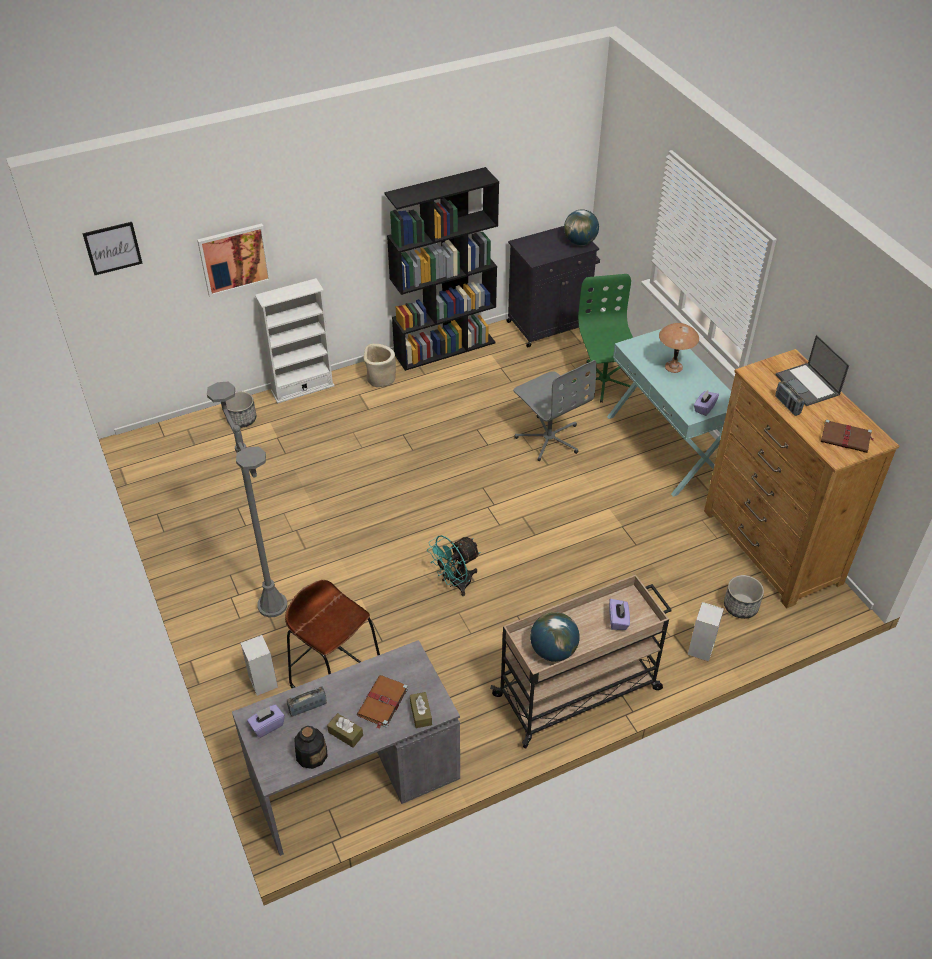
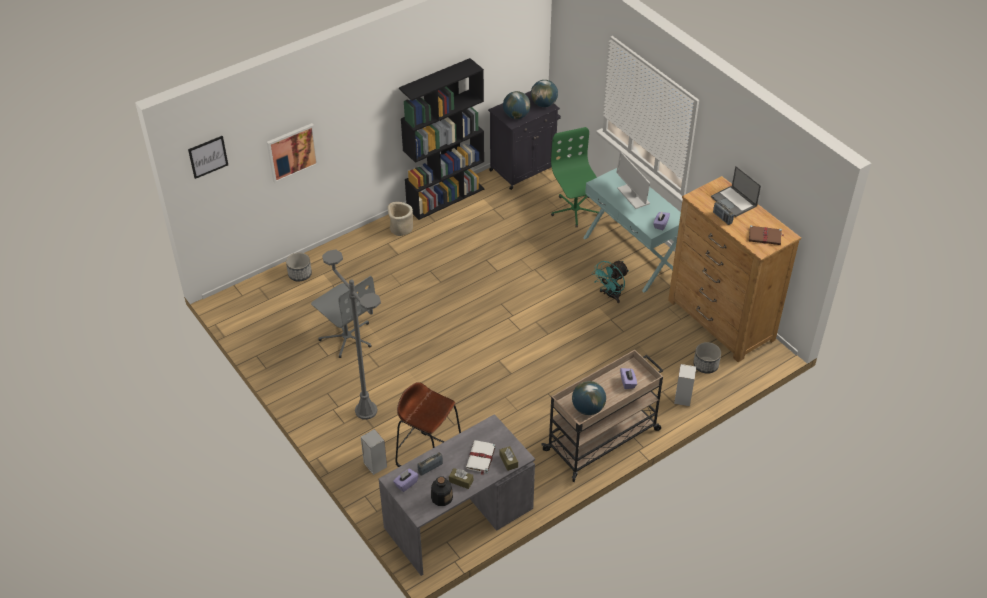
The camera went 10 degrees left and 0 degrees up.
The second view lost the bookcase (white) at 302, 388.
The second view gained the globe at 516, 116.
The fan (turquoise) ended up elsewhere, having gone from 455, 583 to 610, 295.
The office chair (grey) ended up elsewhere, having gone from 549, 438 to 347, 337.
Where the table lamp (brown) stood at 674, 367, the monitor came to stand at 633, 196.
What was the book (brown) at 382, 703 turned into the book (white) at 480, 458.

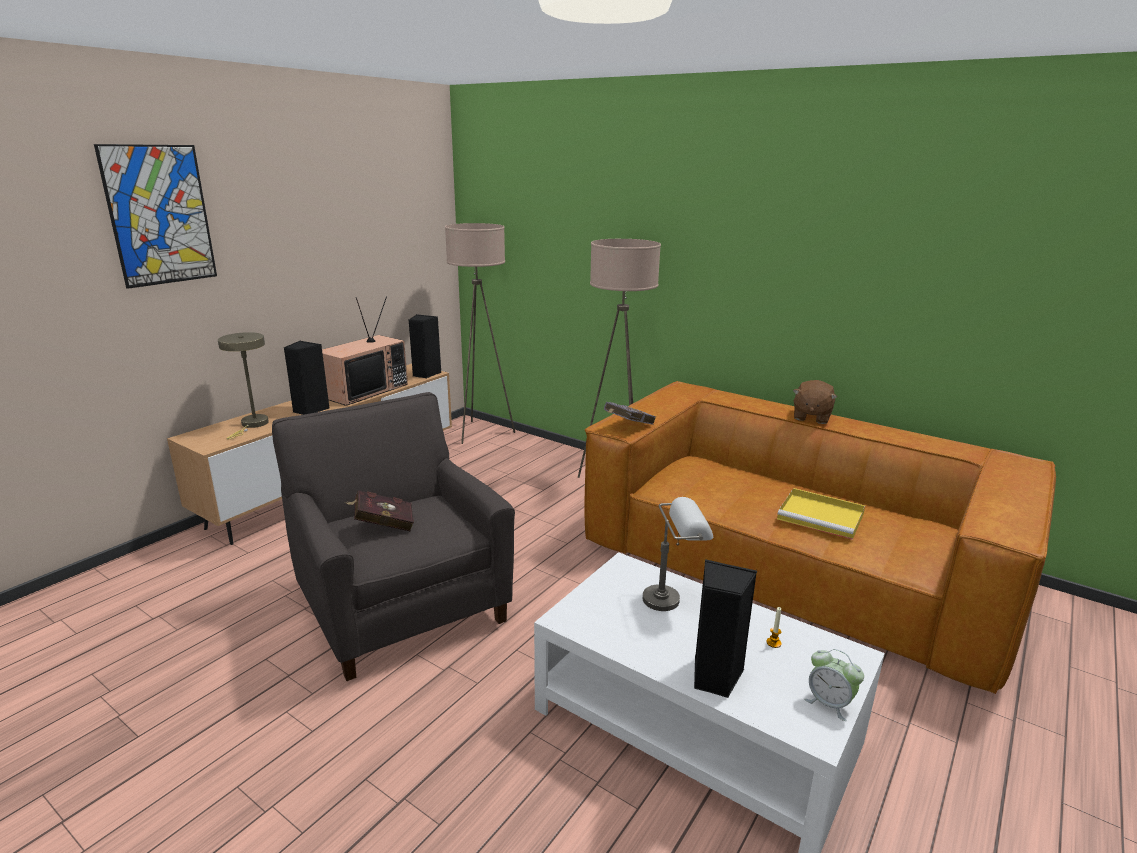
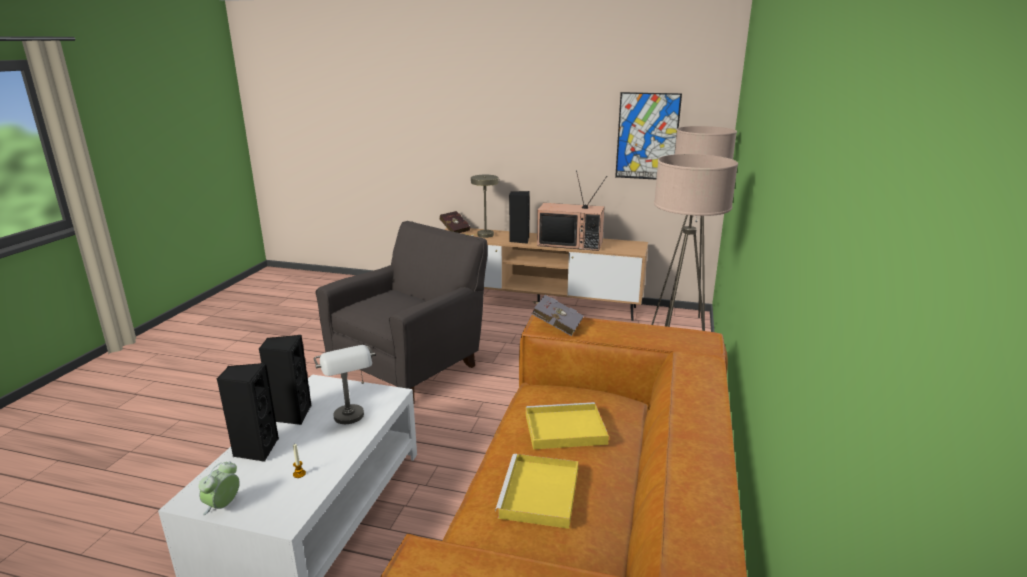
The camera went 70 degrees right and 0 degrees up.
The second view lost the plush toy (brown) at 811, 417.
The second view gained the tray (yellow) at 563, 429.
The picture ended up elsewhere, having gone from 160, 215 to 647, 136.
The book (red) ended up elsewhere, having gone from 382, 524 to 454, 230.
The speaker (black) ended up elsewhere, having gone from 425, 374 to 291, 415.

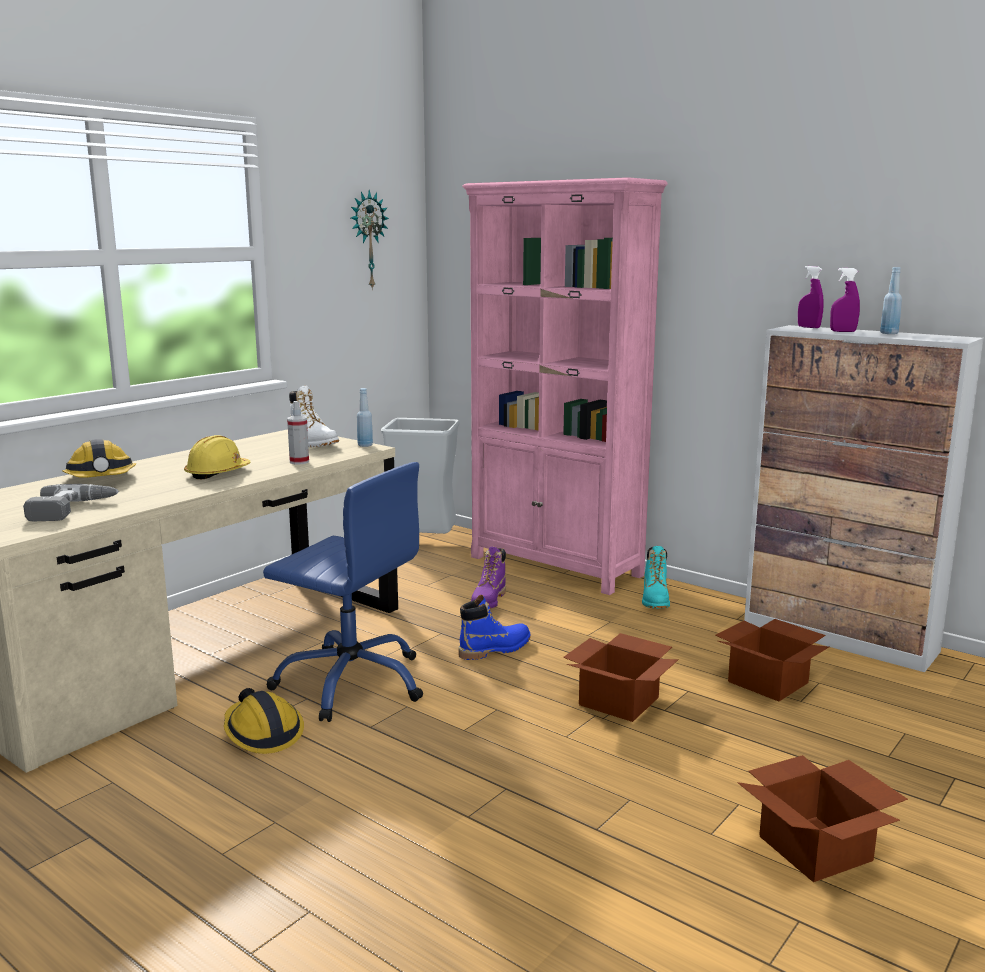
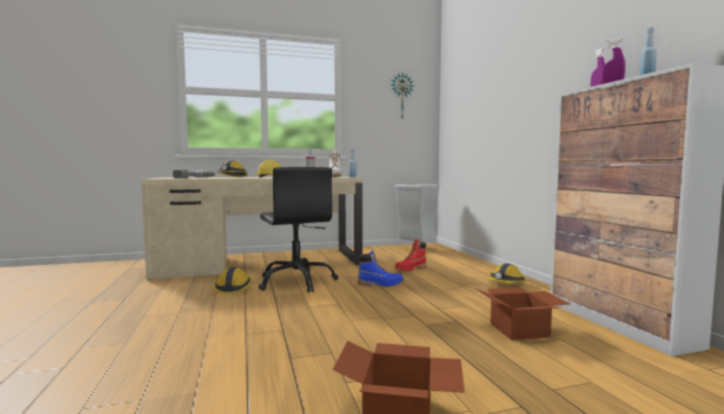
The camera went 35 degrees right and 10 degrees down.
The second view lost the bookcase (pink) at 556, 566.
The second view lost the cardboard box at 621, 701.
Where the boot (turquoise) stood at 655, 600, the hard hat came to stand at 506, 284.
What was the office chair (blue) at 352, 682 turned into the office chair (black) at 297, 281.
What was the boot (purple) at 488, 601 turned into the boot (red) at 410, 269.

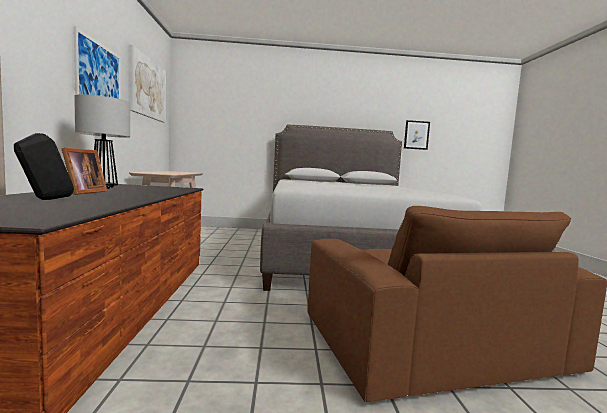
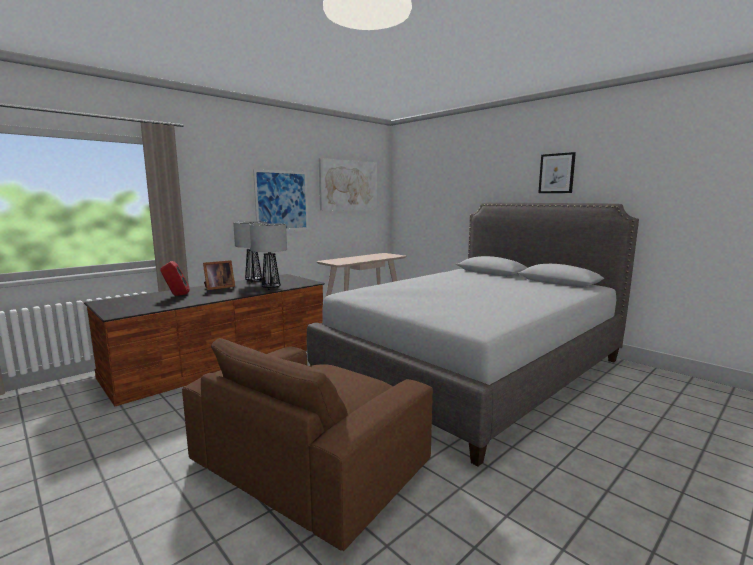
The camera went 50 degrees right and 5 degrees up.
The second view gained the table lamp at 270, 288.
The picture ended up elsewhere, having gone from 416, 135 to 556, 173.
What was the speaker (black) at 44, 200 turned into the speaker (red) at 176, 295.

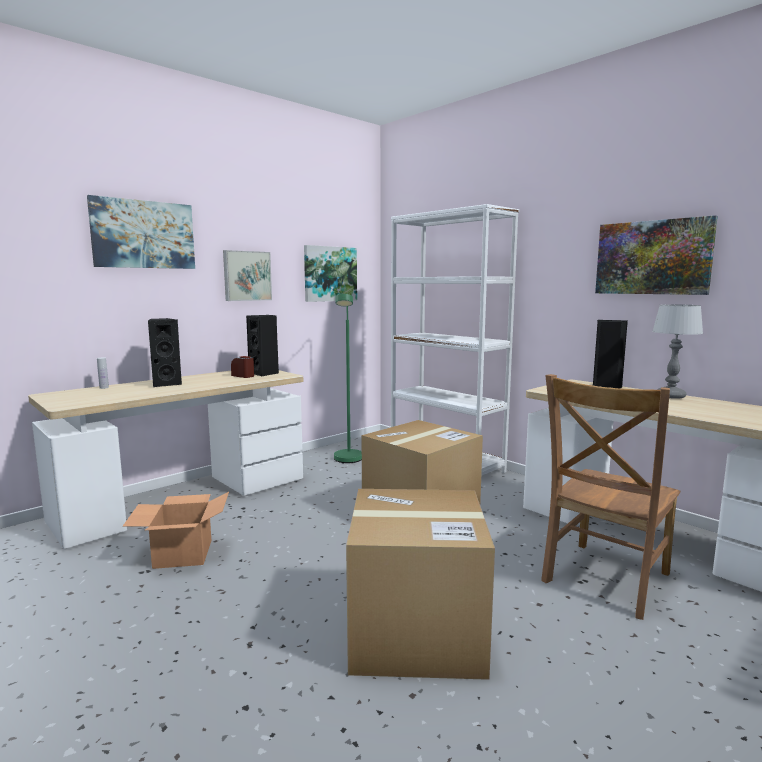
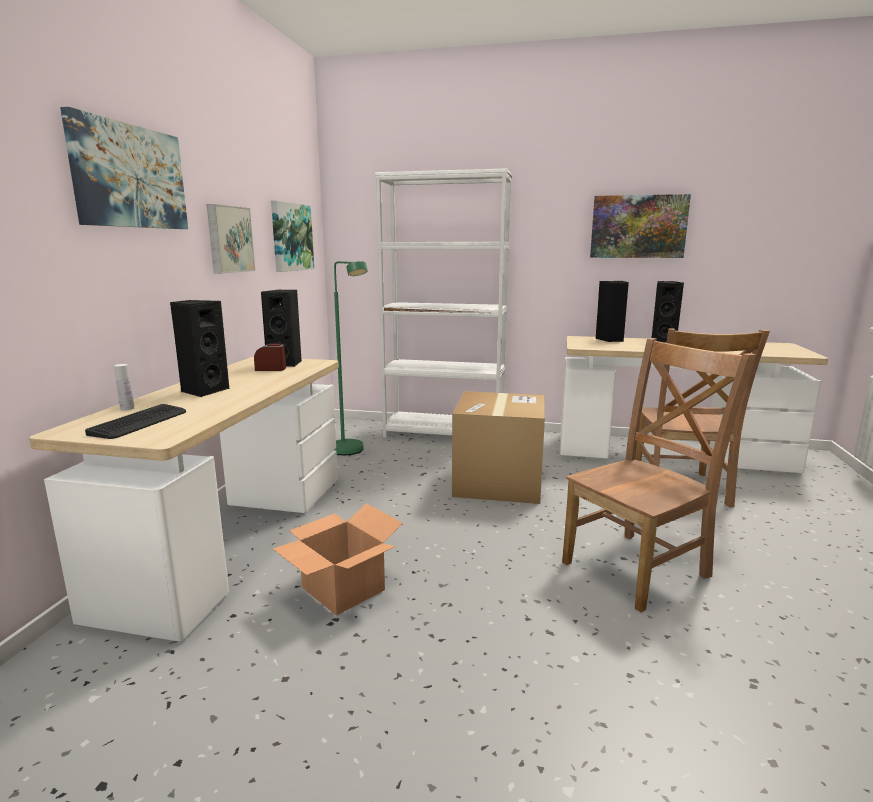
The camera went 35 degrees left and 5 degrees up.
The second view gained the keyboard at 140, 422.
Where the cardboard box stood at 416, 631, the chair (brown) came to stand at 639, 567.
Where the table lamp stood at 671, 396, the speaker (black) came to stand at 662, 340.

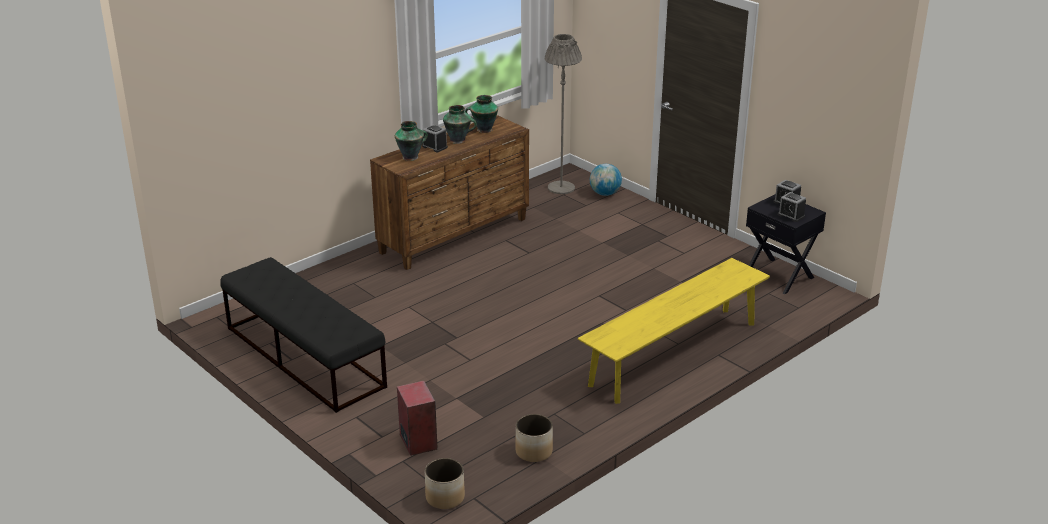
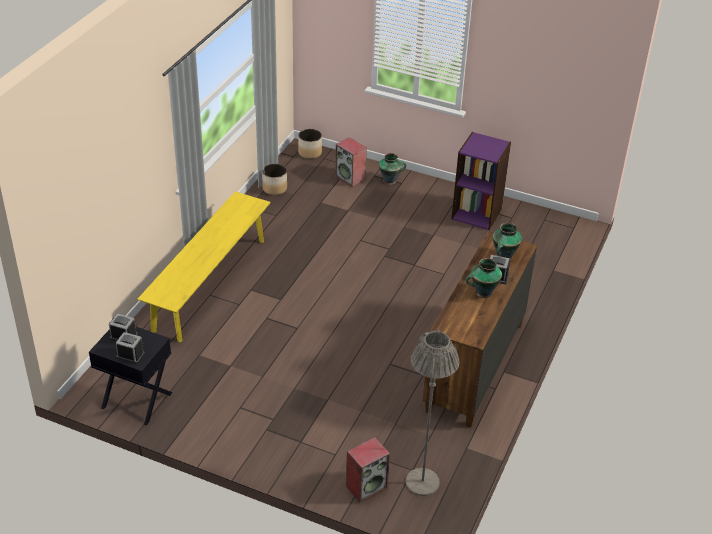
The camera went 155 degrees right and 10 degrees up.
The vase ended up elsewhere, having gone from 483, 130 to 390, 180.
Where the bench (black) stood at 304, 356, the bookcase (purple) came to stand at 477, 213.
Where the globe stood at 605, 194, the speaker came to stand at 366, 486.

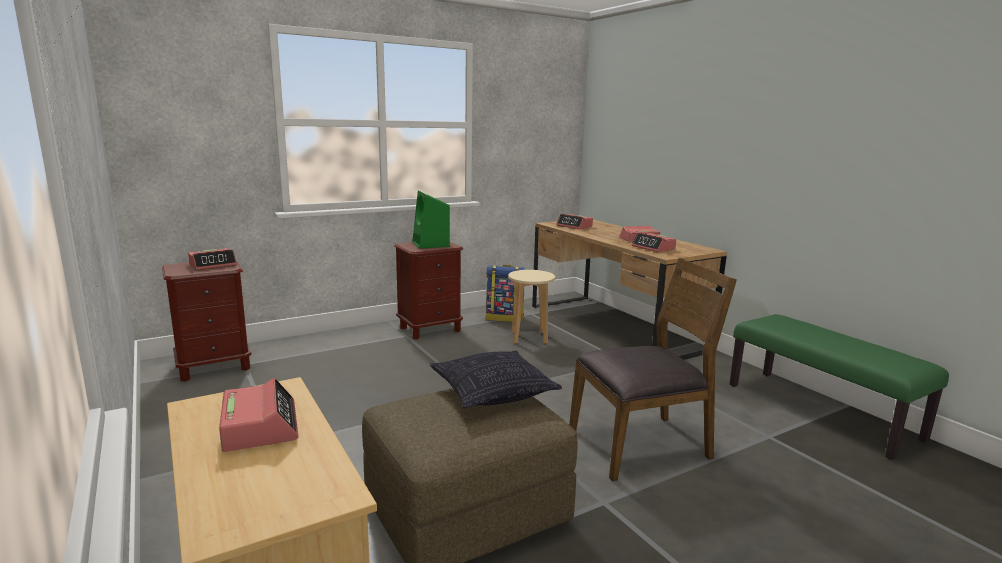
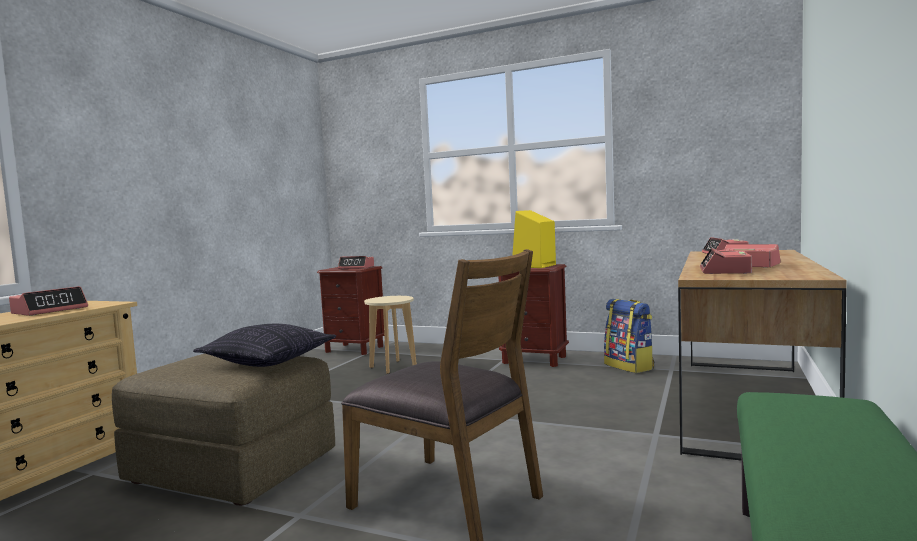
The camera went 55 degrees right and 10 degrees down.
The stool (beige) ended up elsewhere, having gone from 529, 338 to 393, 367.
What was the speaker (green) at 431, 244 turned into the speaker (yellow) at 533, 266.

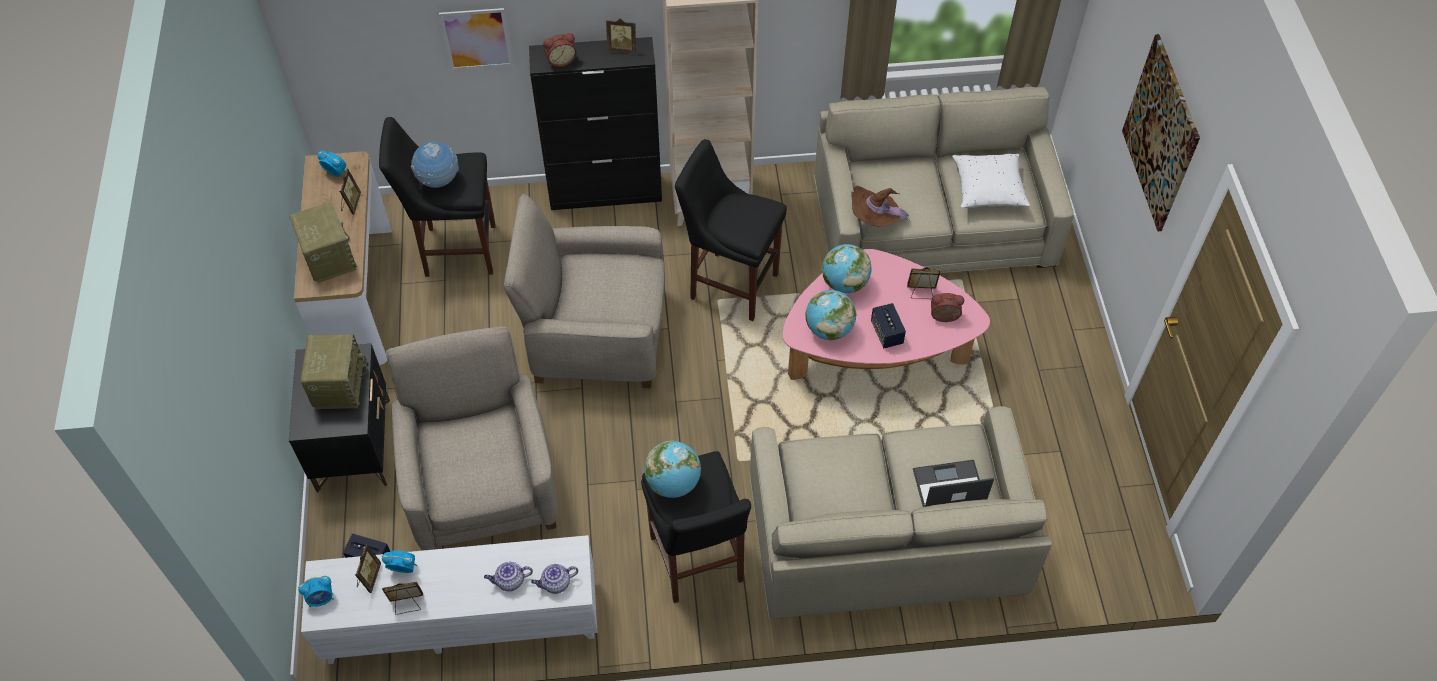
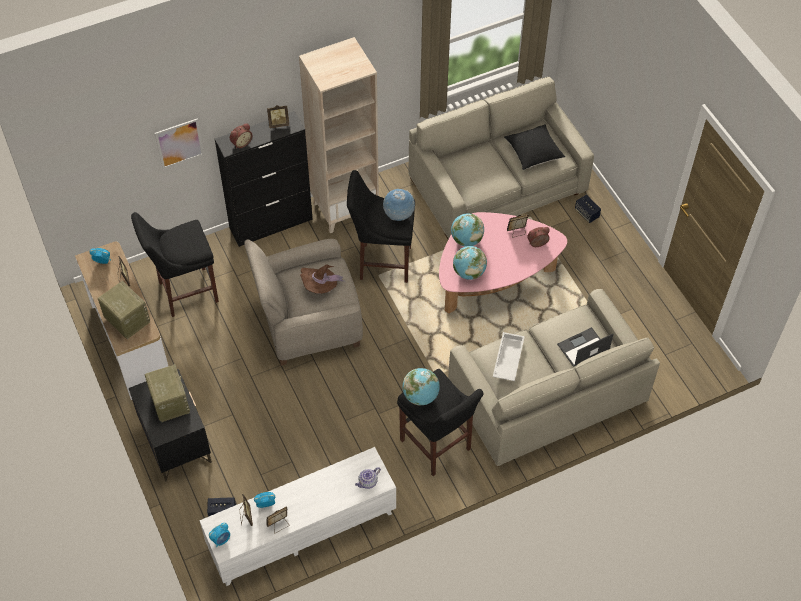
The camera went 20 degrees left and 0 degrees up.
The second view lost the armchair (beige) at 483, 486.
The second view lost the teapot at 509, 581.
The second view lost the picture at 1161, 133.
The second view gained the tray (white) at 507, 359.
The globe ended up elsewhere, having gone from 439, 181 to 398, 215.
The hat (brown) ended up elsewhere, having gone from 875, 219 to 320, 287.
The speaker ended up elsewhere, having gone from 886, 333 to 586, 213.
What was the pillow (white) at 988, 190 turned into the pillow (black) at 533, 153.

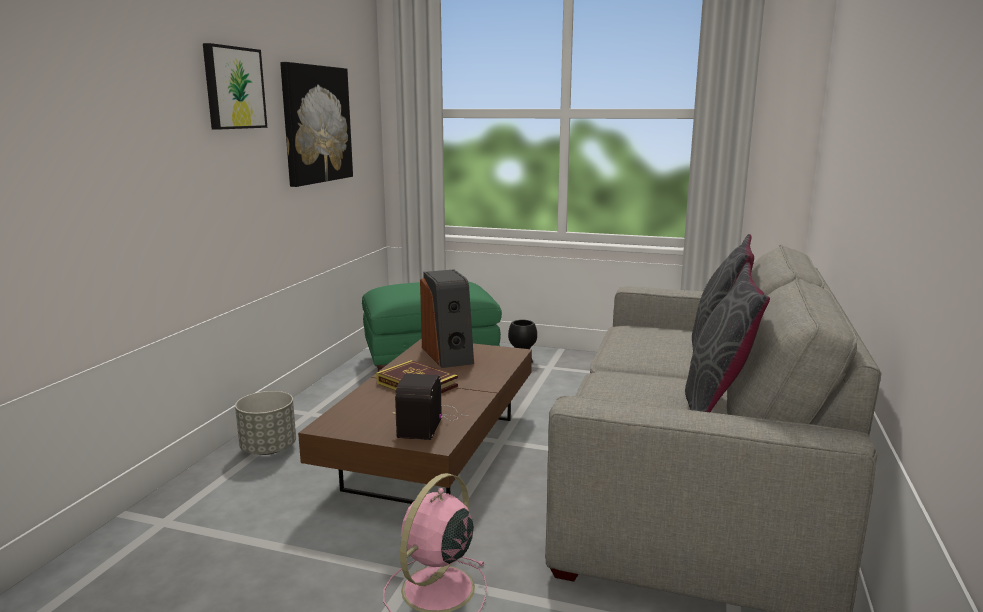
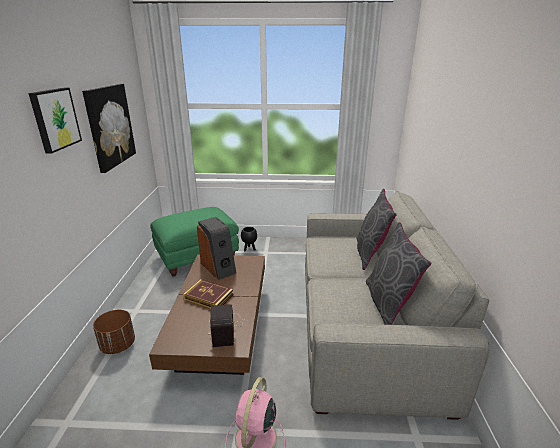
The camera went 15 degrees left and 10 degrees up.
What was the planter (grey) at 269, 449 turned into the planter (brown) at 118, 345.

